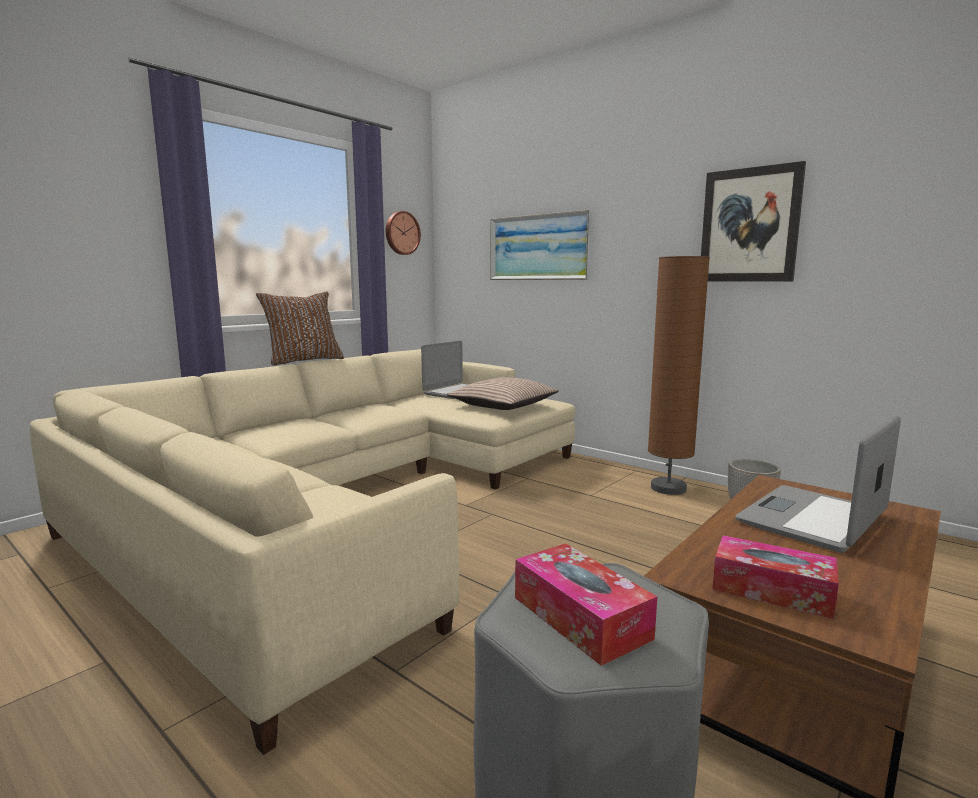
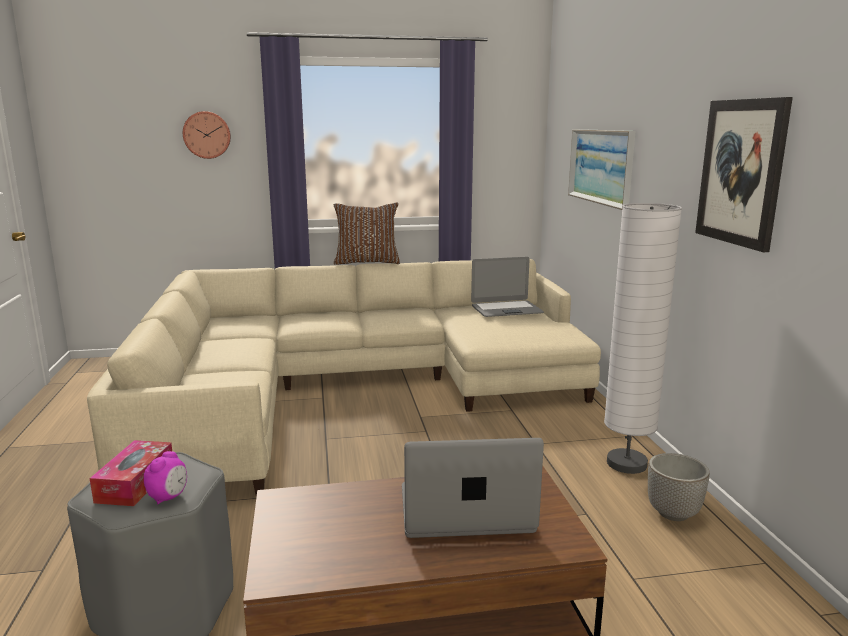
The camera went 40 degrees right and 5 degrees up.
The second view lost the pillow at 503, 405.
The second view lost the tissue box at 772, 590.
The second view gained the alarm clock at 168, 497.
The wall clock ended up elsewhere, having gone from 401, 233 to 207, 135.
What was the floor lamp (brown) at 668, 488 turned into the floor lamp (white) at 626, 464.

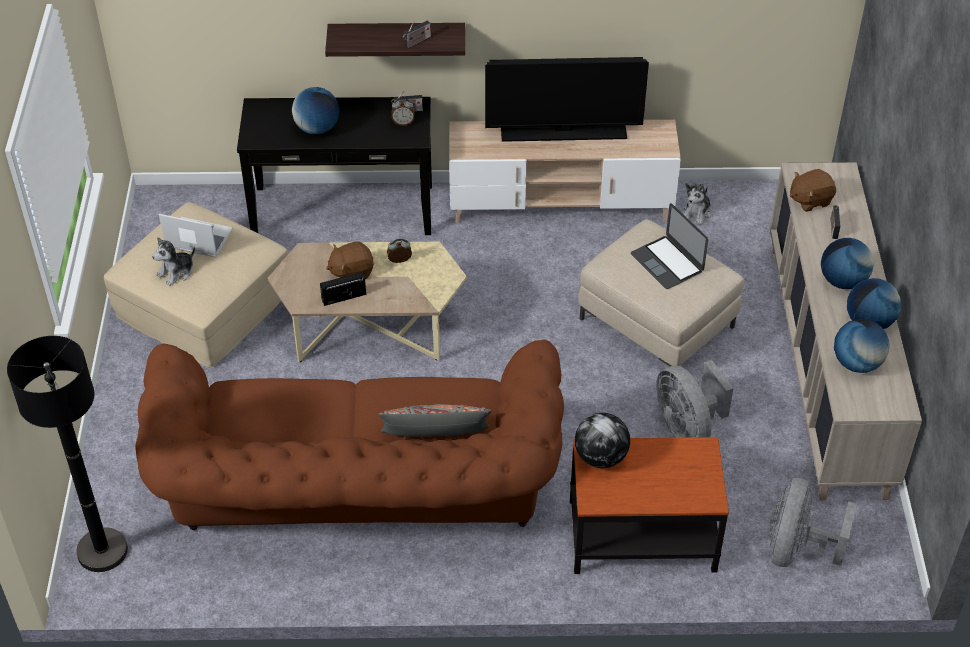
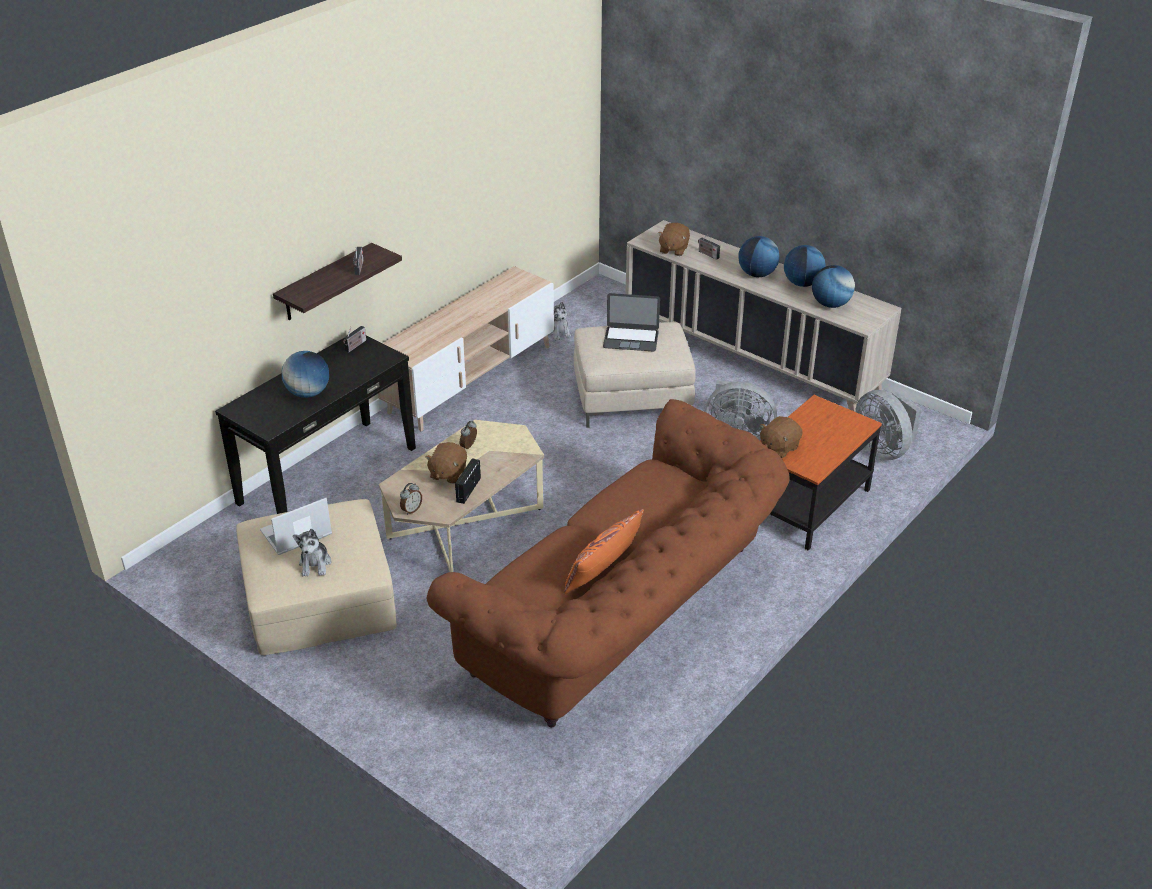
The camera went 50 degrees left and 10 degrees down.
The second view lost the floor lamp (black) at 102, 551.
The second view lost the pillow (grey) at 435, 436.
The second view lost the television at 564, 133.
The second view gained the pillow (orange) at 603, 568.
The alarm clock ended up elsewhere, having gone from 403, 123 to 411, 510.
Where the globe stood at 601, 457, the plush toy (brown) came to stand at 778, 447.

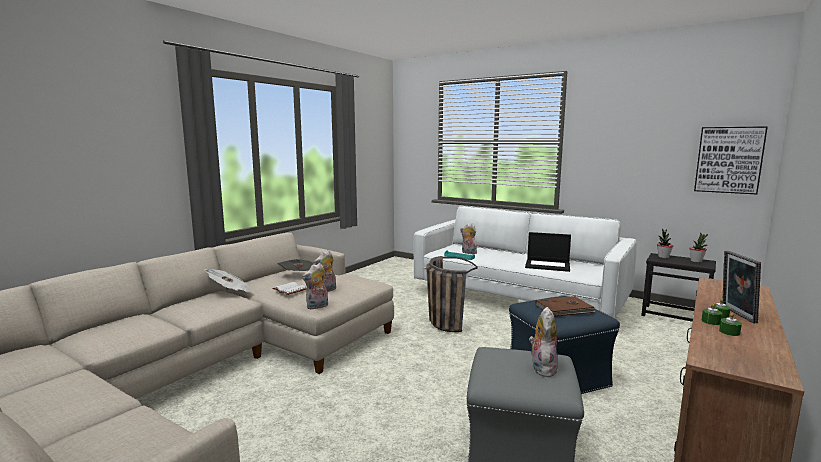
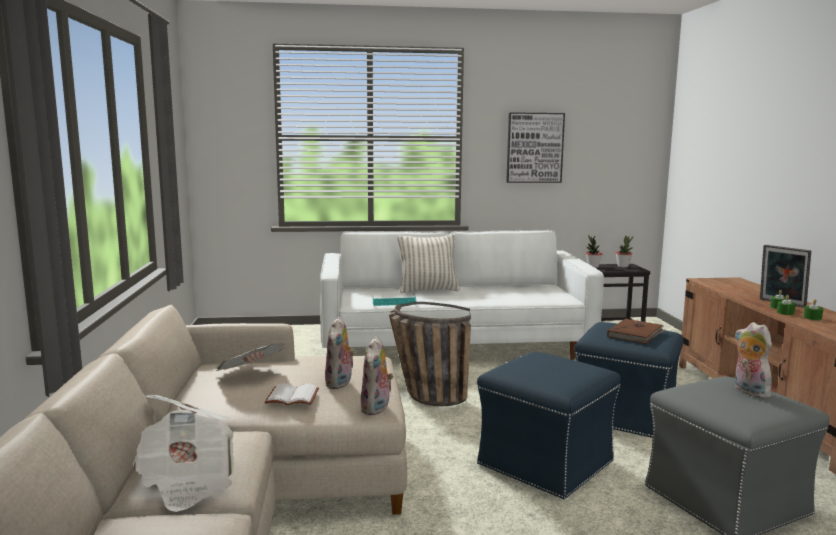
The camera went 40 degrees left and 0 degrees up.
The second view lost the plush toy at 468, 253.
The second view lost the laptop at 548, 265.
The second view gained the newspaper at 187, 483.
The second view gained the pillow at 428, 290.
The second view gained the ottoman (blue) at 545, 464.
The picture ended up elsewhere, having gone from 729, 160 to 534, 148.

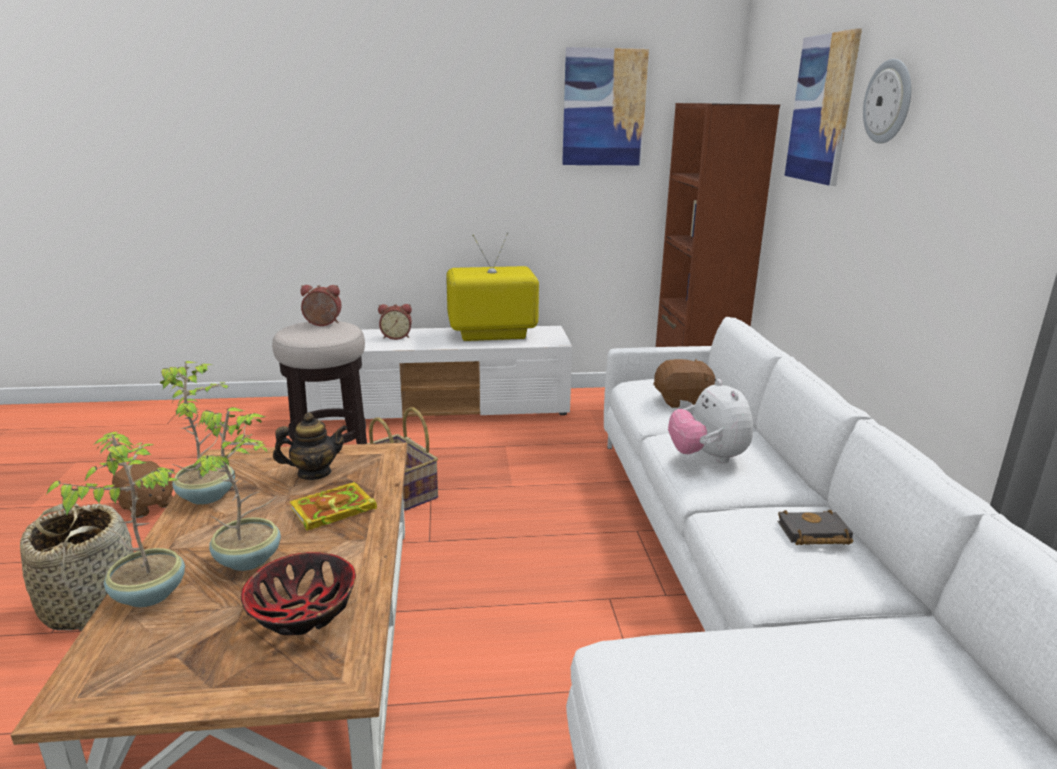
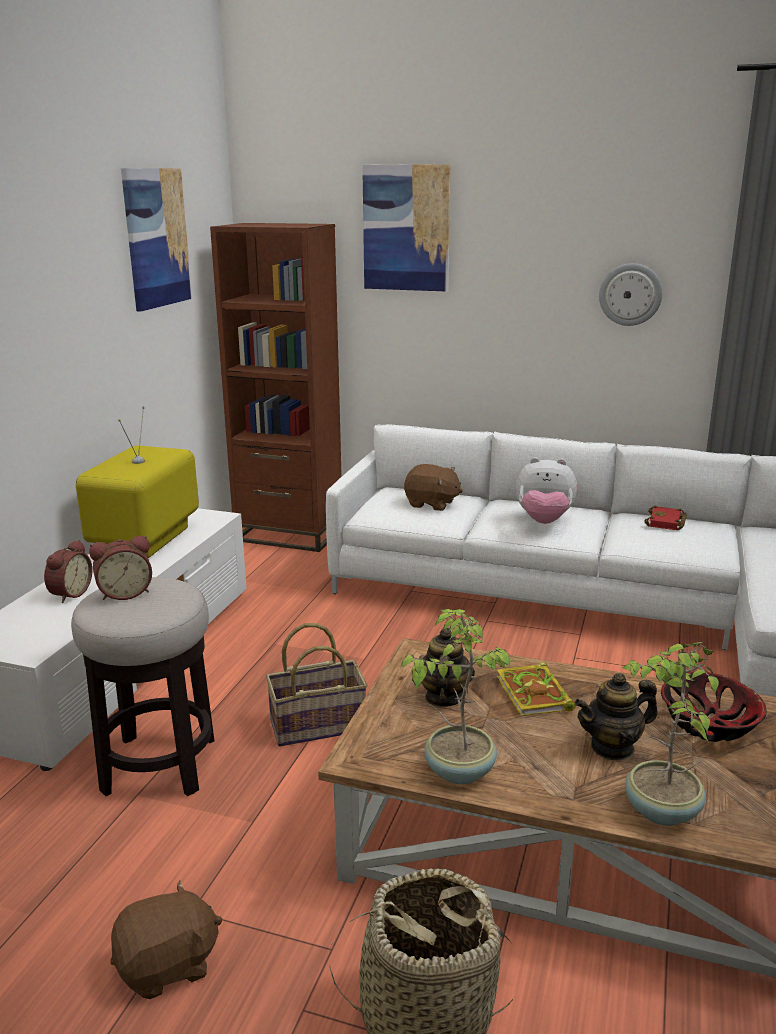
The camera went 65 degrees left and 0 degrees up.
The wall clock ended up elsewhere, having gone from 888, 101 to 630, 294.
Where the potted plant stood at 250, 559, the teapot came to stand at 612, 747.
What was the book (black) at 812, 534 turned into the book (red) at 666, 523.
The alarm clock at 322, 324 ended up facing another way, 135 degrees counterclockwise from before.
The plush toy (brown) at 682, 401 ended up facing another way, 90 degrees clockwise from before.

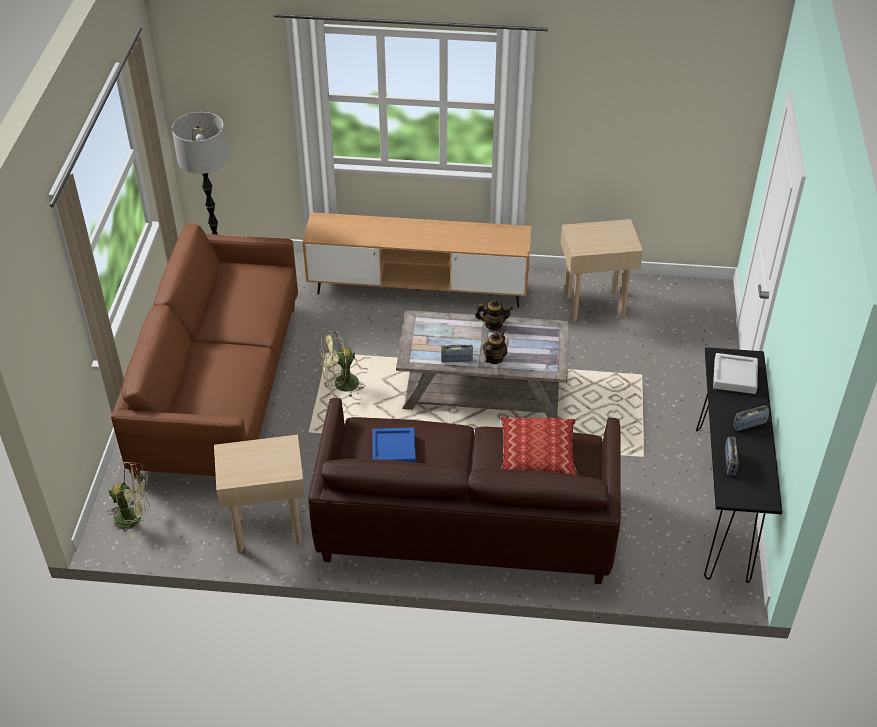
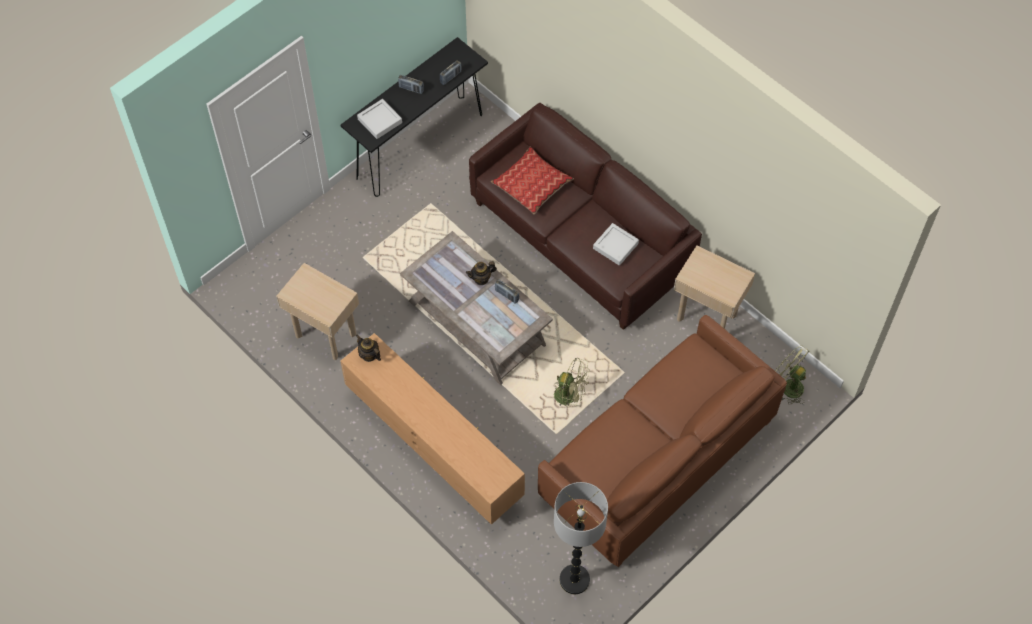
The camera went 140 degrees left and 15 degrees up.
The teapot ended up elsewhere, having gone from 493, 324 to 369, 355.
What was the tray (blue) at 394, 450 turned into the tray (grey) at 615, 246.

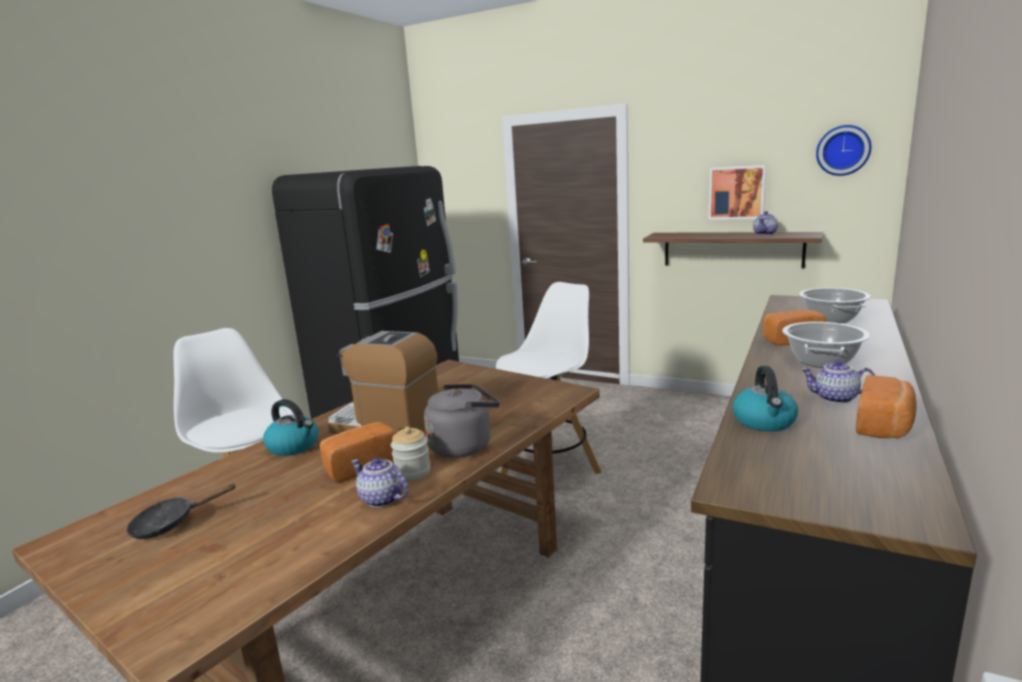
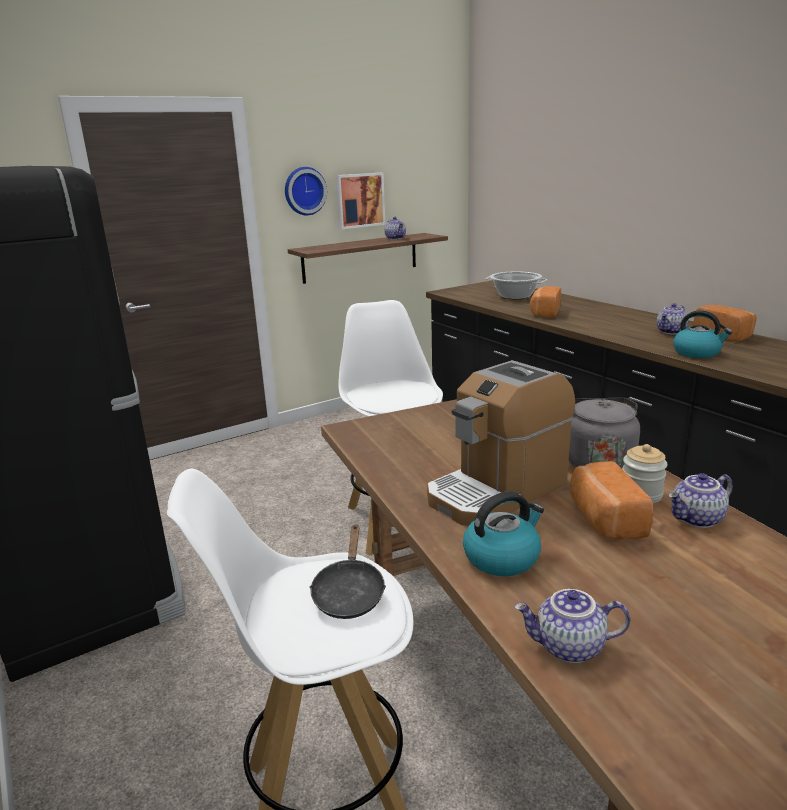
The camera went 60 degrees left and 5 degrees up.
The second view lost the cooking pot at 821, 361.
The second view gained the teapot at 569, 648.
The frying pan (black) ended up elsewhere, having gone from 170, 523 to 349, 592.
The wall clock ended up elsewhere, having gone from 843, 150 to 304, 191.

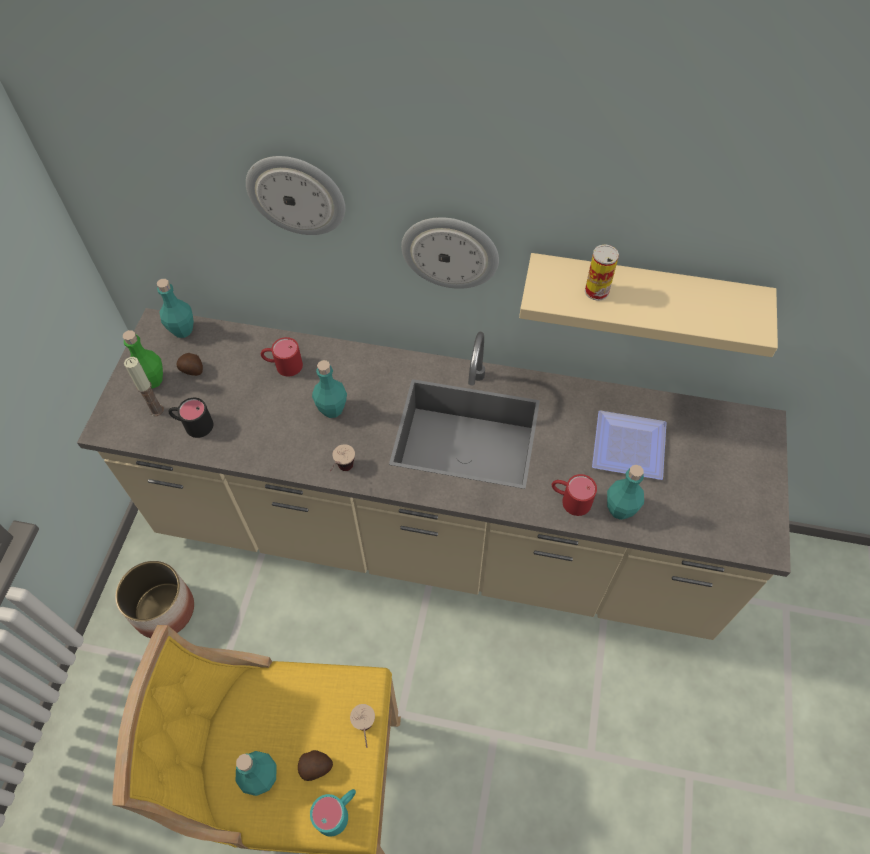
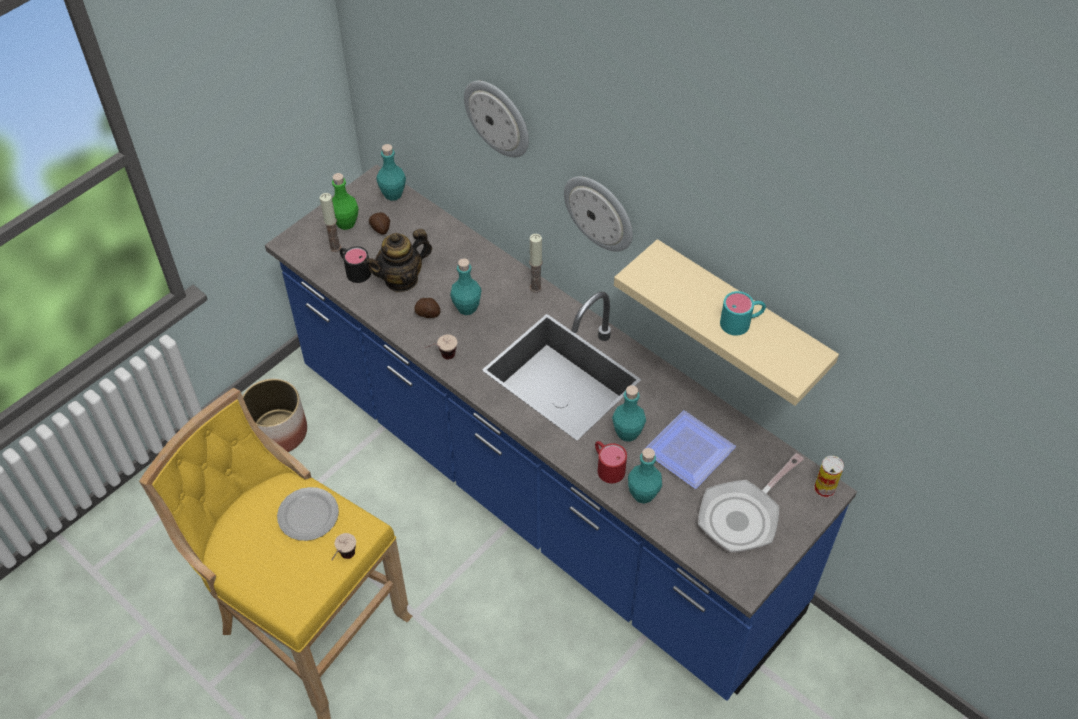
The camera went 30 degrees right and 5 degrees down.
The second view lost the mug (red) at 283, 365.
The second view gained the plate at 309, 514.
The second view gained the teapot at 401, 279.
The second view gained the candle at 536, 287.
The second view gained the frying pan at 742, 516.
The bottle (turquoise) ended up elsewhere, having gone from 261, 778 to 627, 433.
The potato ended up elsewhere, having gone from 316, 767 to 428, 314.
The mug (turquoise) ended up elsewhere, having gone from 338, 811 to 741, 322.
The can ended up elsewhere, having gone from 596, 291 to 824, 489.
What was the counter (beige) at 435, 538 turned into the counter (blue) at 539, 490.

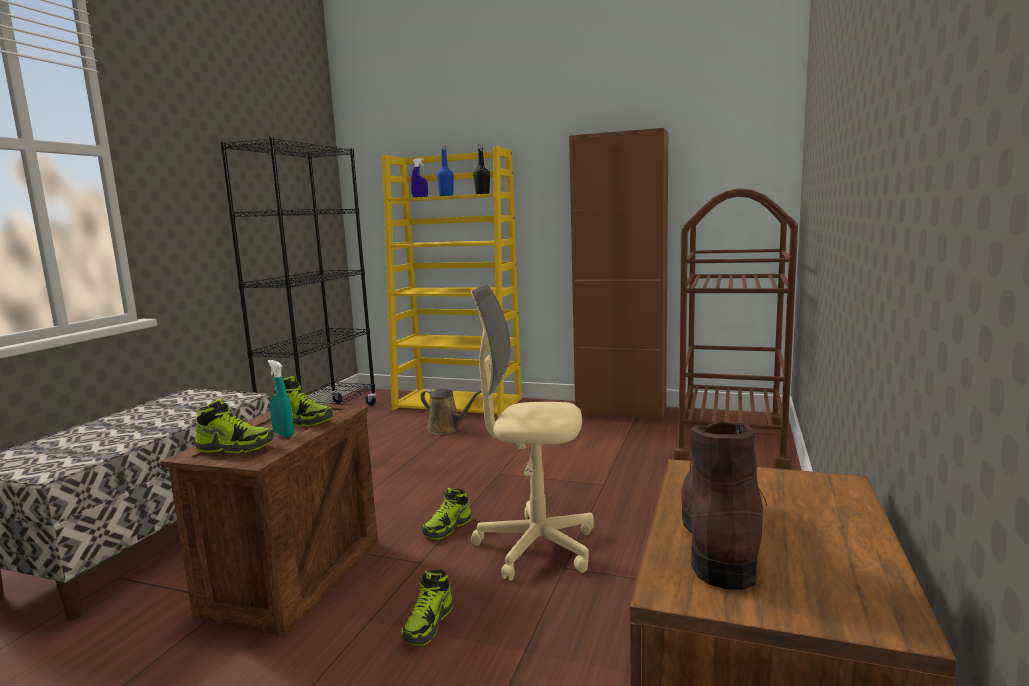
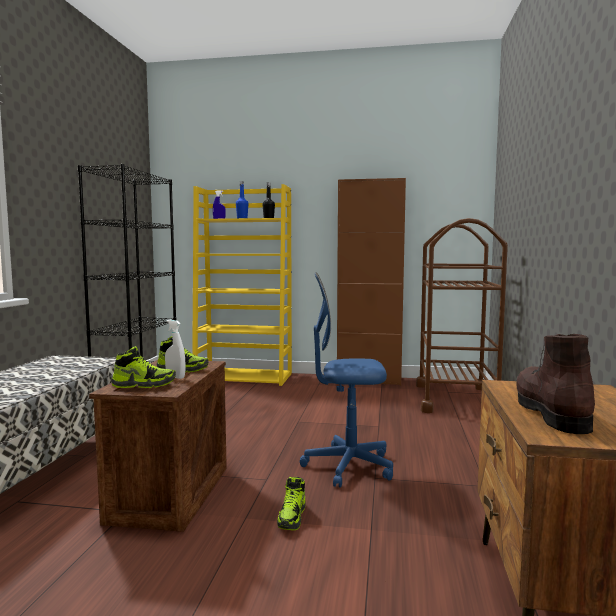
The camera went 10 degrees left and 5 degrees down.
The second view lost the watering can (brown) at 447, 428.
The second view lost the shoe at 447, 528.
What was the spray bottle (turquoise) at 283, 434 turned into the spray bottle (white) at 175, 377.
What was the office chair (beige) at 535, 547 turned into the office chair (blue) at 348, 466.

